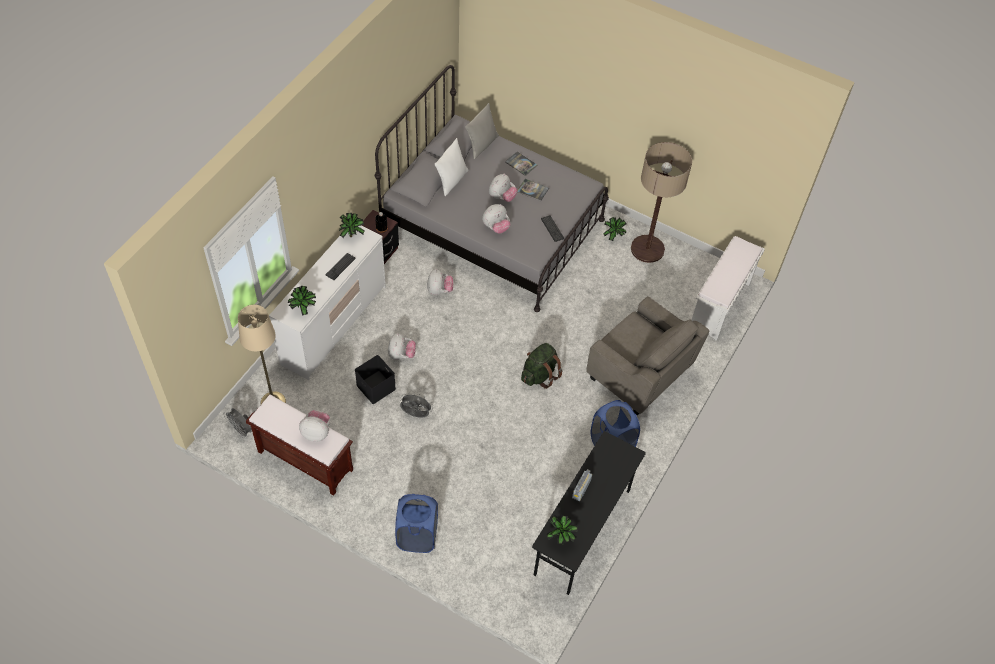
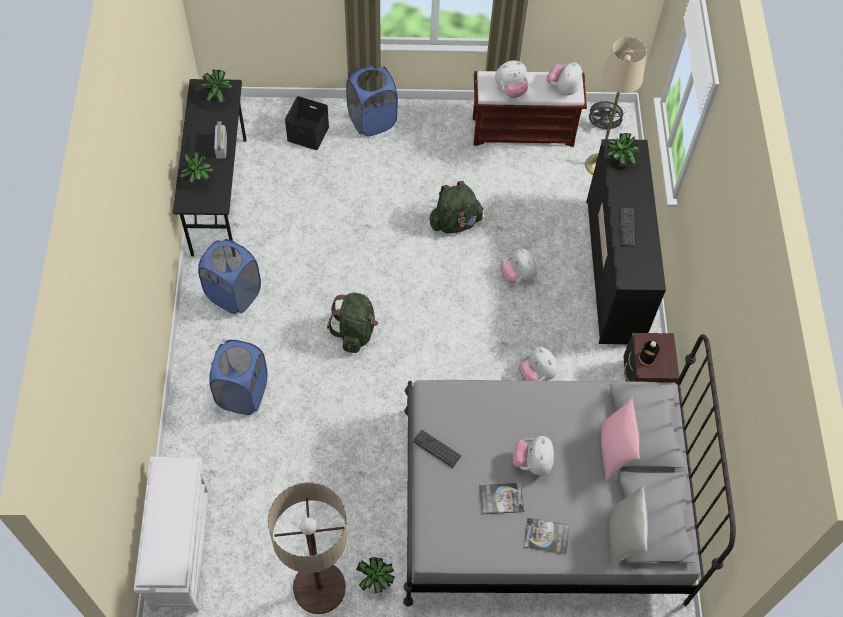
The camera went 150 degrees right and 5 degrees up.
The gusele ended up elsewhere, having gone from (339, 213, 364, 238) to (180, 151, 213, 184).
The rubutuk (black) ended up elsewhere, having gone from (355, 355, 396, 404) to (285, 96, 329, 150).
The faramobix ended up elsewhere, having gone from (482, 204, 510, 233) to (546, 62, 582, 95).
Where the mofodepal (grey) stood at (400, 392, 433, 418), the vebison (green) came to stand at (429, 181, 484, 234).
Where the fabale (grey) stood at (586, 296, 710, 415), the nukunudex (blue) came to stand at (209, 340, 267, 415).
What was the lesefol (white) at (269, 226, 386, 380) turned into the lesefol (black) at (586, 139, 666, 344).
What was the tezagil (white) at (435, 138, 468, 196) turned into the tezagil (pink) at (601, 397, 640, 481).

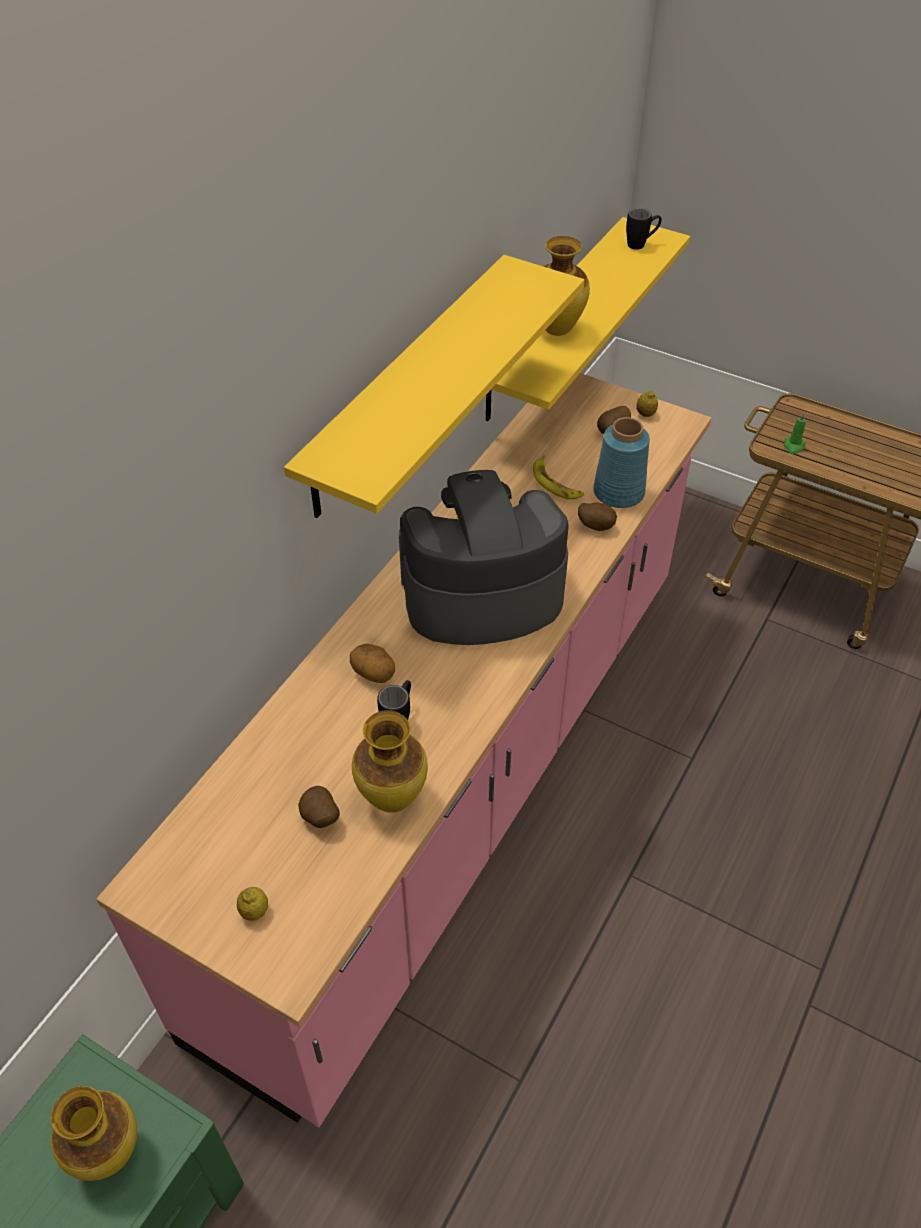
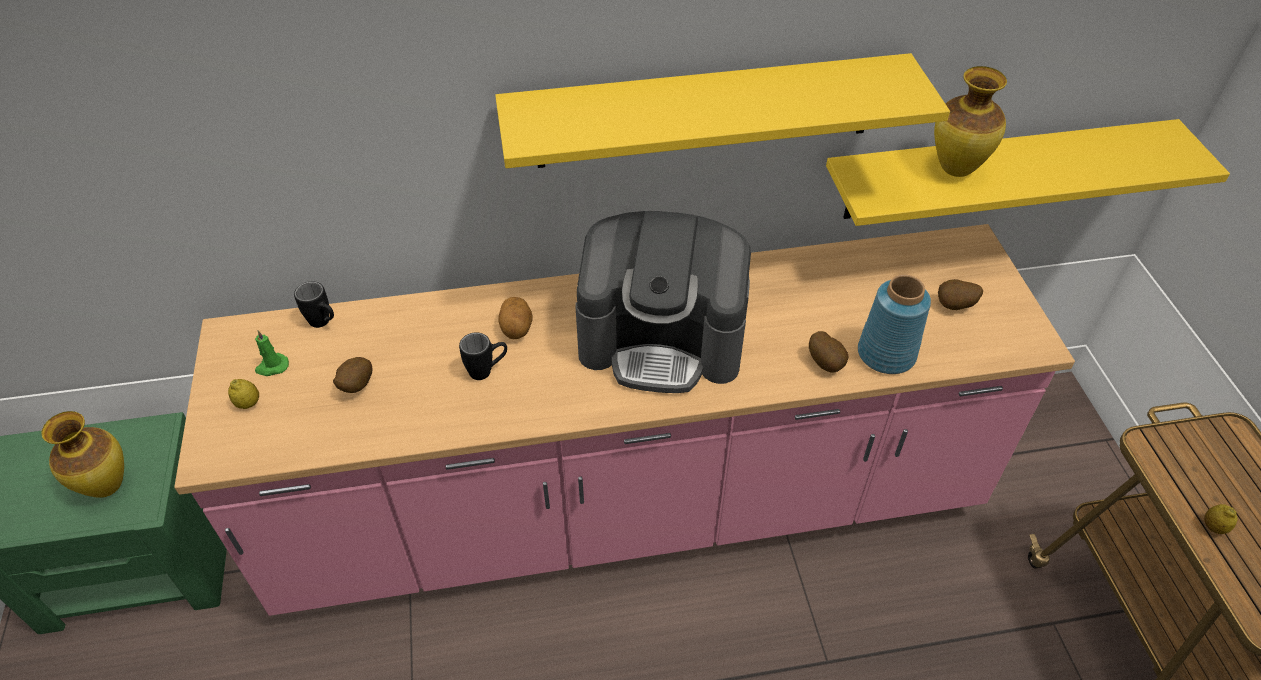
The camera went 50 degrees right and 0 degrees up.
The second view lost the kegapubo at (352, 710, 428, 813).
The second view lost the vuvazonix at (533, 455, 584, 499).
The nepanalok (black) ended up elsewhere, having gone from (626, 208, 662, 250) to (294, 281, 334, 328).
The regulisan ended up elsewhere, having gone from (636, 391, 658, 417) to (1204, 504, 1238, 534).
The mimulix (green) ended up elsewhere, having gone from (784, 413, 806, 454) to (255, 330, 289, 376).
The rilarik at (399, 470, 569, 645) ended up facing another way, 150 degrees clockwise from before.

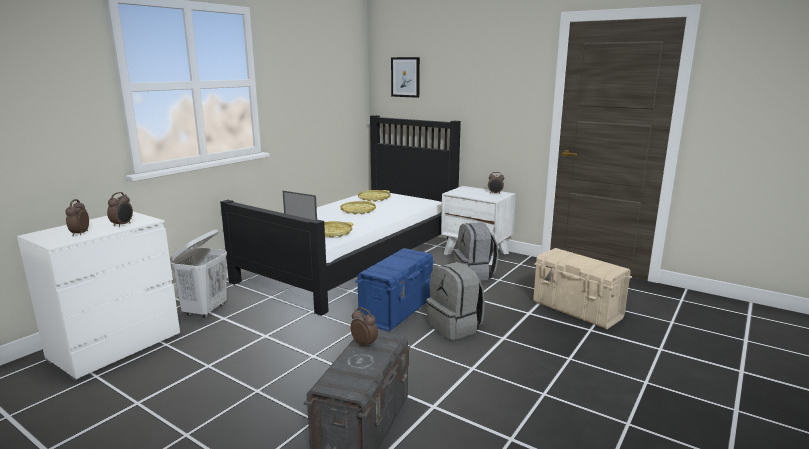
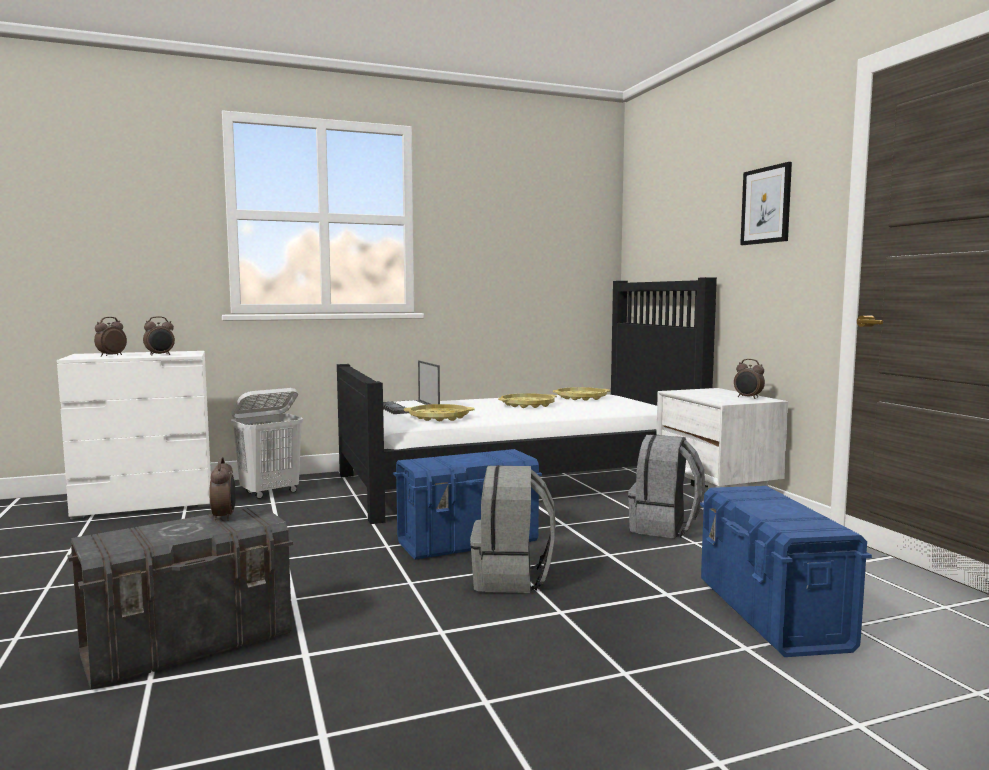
The camera went 35 degrees right and 10 degrees down.
The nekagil ended up elsewhere, having gone from (391, 57, 420, 98) to (740, 162, 792, 245).
What was the rubutuk (beige) at (533, 248, 632, 329) turned into the rubutuk (blue) at (700, 486, 872, 657).

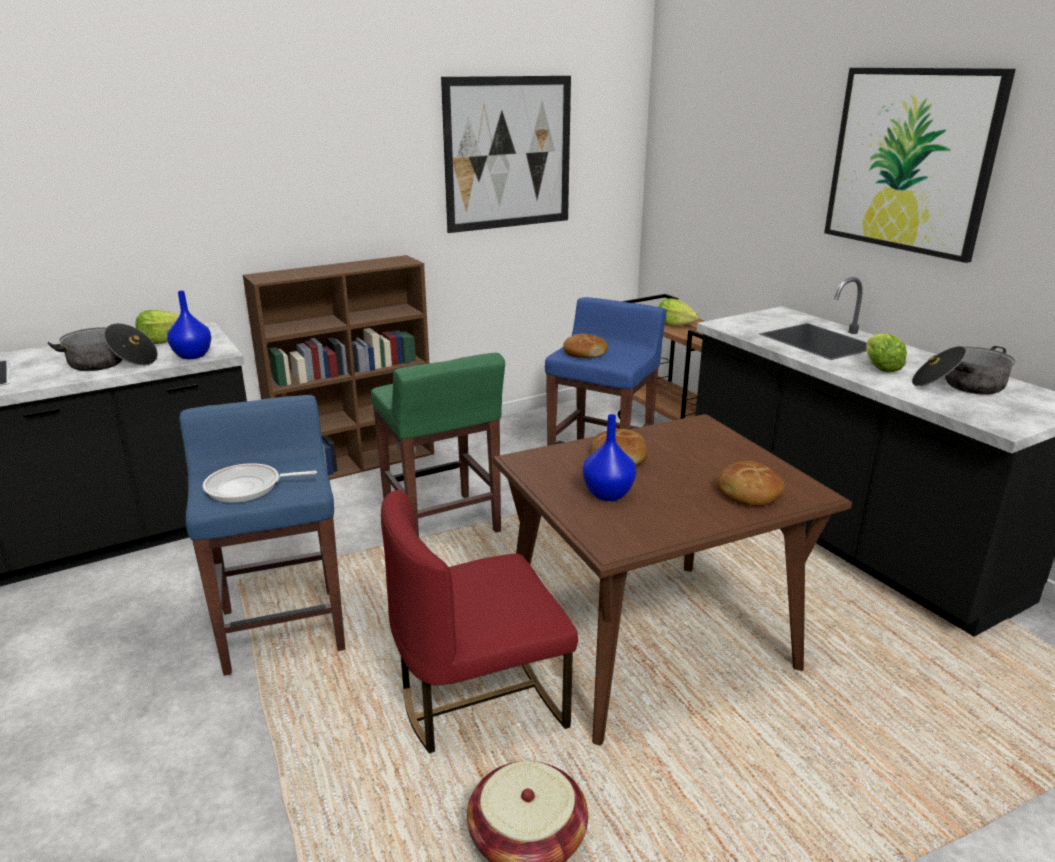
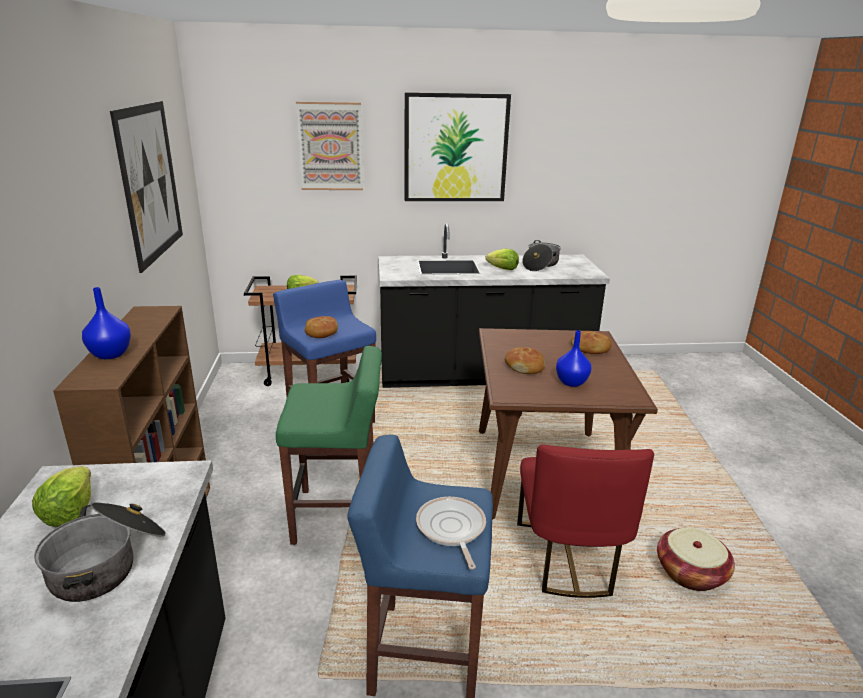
The camera went 65 degrees left and 0 degrees up.
The second view gained the nekagil at (296, 102, 363, 190).
The kegapubo (blue) ended up elsewhere, having gone from (167, 291, 211, 359) to (82, 287, 131, 359).
The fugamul at (202, 463, 317, 503) ended up facing another way, 150 degrees clockwise from before.

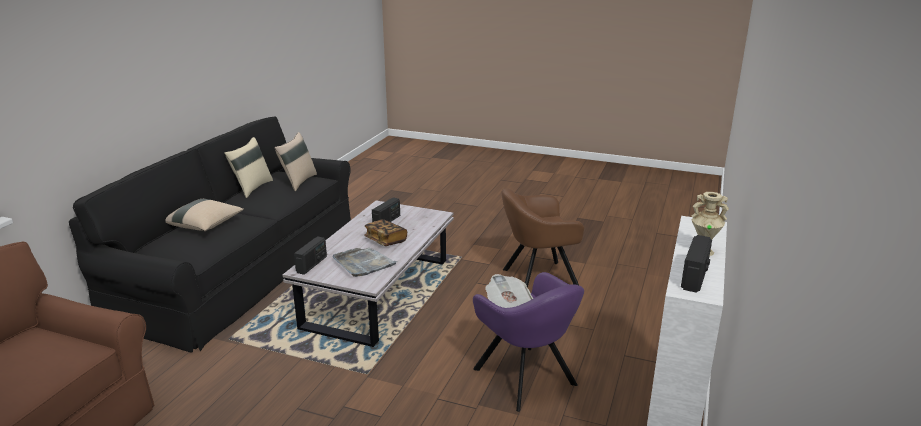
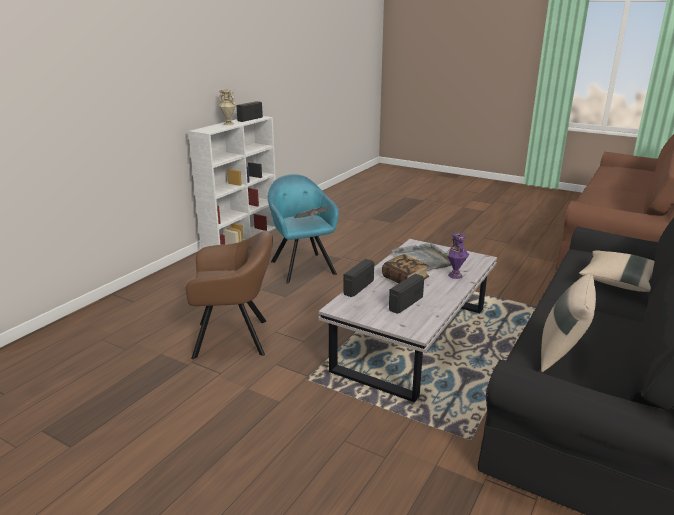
The camera went 170 degrees left and 0 degrees up.
The second view lost the tezagil (beige) at (224, 137, 273, 198).
The second view gained the kegapubo (purple) at (446, 233, 469, 279).
The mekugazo ended up elsewhere, having gone from (294, 236, 327, 275) to (343, 259, 374, 297).
What was the fabale (purple) at (473, 272, 584, 412) turned into the fabale (turquoise) at (268, 174, 339, 283).

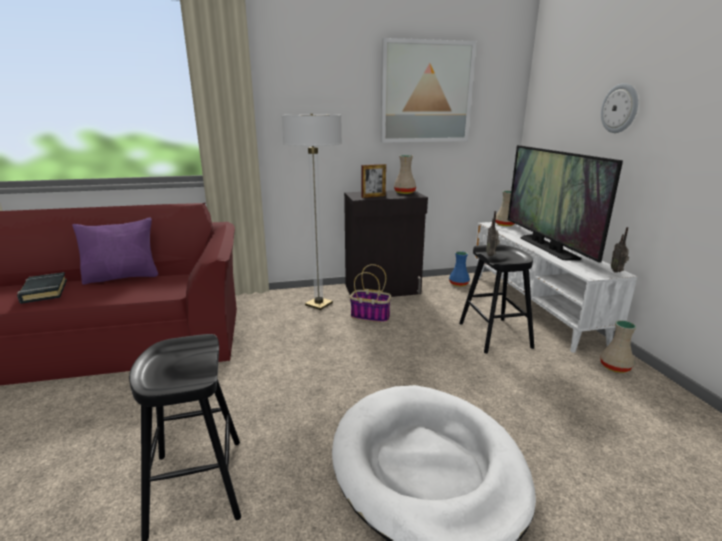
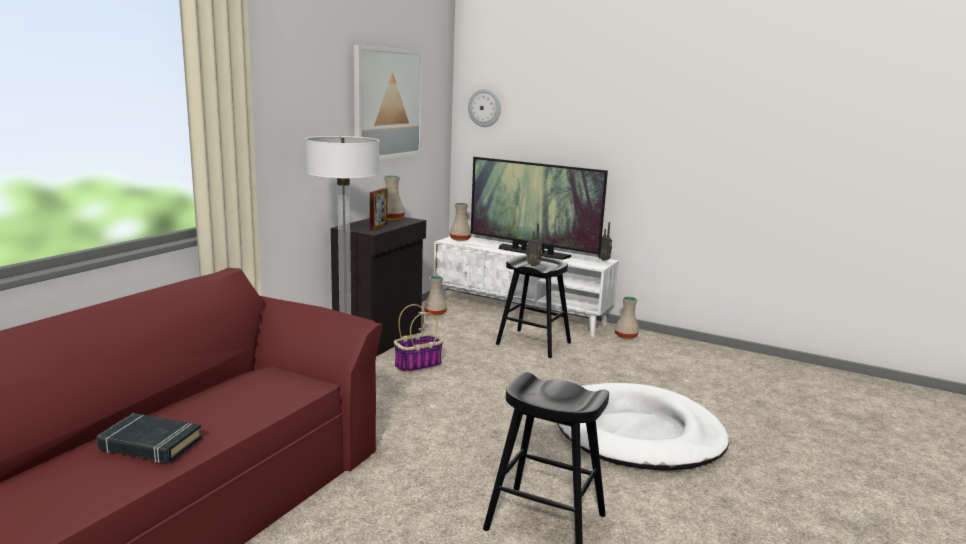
The camera went 50 degrees left and 5 degrees down.
The second view lost the tezagil (purple) at (72, 218, 158, 285).
The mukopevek ended up elsewhere, having gone from (601, 83, 638, 133) to (468, 89, 501, 127).
What was the kegapubo (blue) at (449, 251, 470, 287) turned into the kegapubo (beige) at (424, 276, 447, 316).

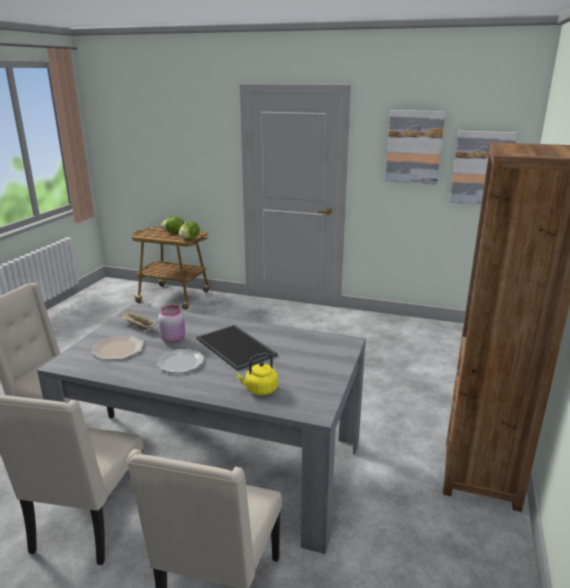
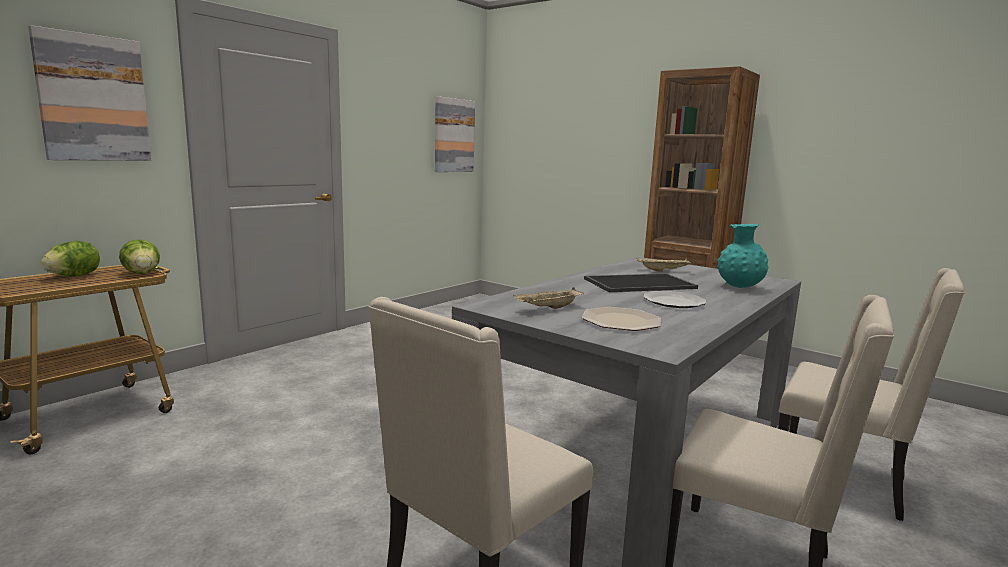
The camera went 70 degrees left and 10 degrees down.
The second view lost the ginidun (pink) at (158, 305, 185, 343).
The second view gained the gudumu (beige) at (636, 258, 694, 272).
The nekagil ended up elsewhere, having gone from (385, 110, 446, 185) to (28, 25, 151, 161).
Where the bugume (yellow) stood at (236, 353, 278, 395), the kegapubo (turquoise) came to stand at (717, 224, 769, 288).

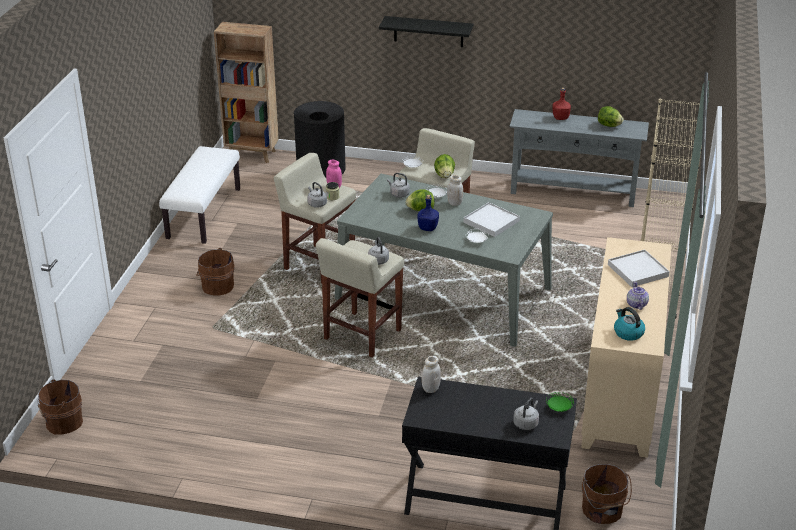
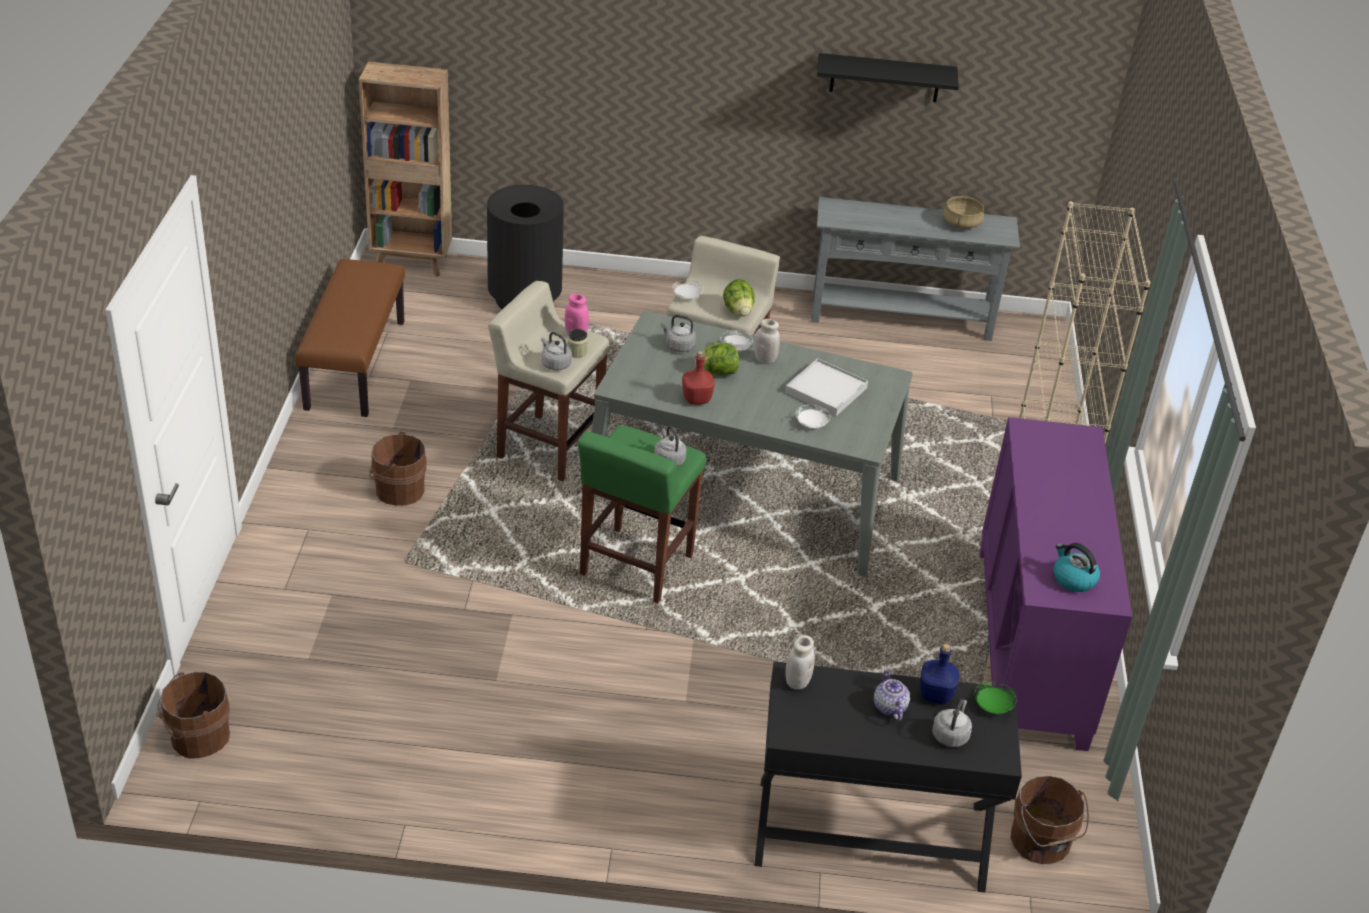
The camera went 10 degrees left and 5 degrees up.
The second view lost the gudumu (white) at (608, 250, 670, 287).
The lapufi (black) ended up elsewhere, having gone from (379, 16, 473, 47) to (817, 53, 959, 102).
The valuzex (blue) ended up elsewhere, having gone from (417, 195, 439, 231) to (920, 644, 959, 704).
The valuzex (red) ended up elsewhere, having gone from (553, 88, 571, 120) to (682, 351, 715, 405).
The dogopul ended up elsewhere, having gone from (627, 281, 649, 310) to (874, 668, 910, 721).
Where the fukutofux stood at (598, 106, 624, 127), the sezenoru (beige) came to stand at (943, 196, 984, 229).
What was the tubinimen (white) at (159, 146, 240, 244) turned into the tubinimen (brown) at (295, 259, 405, 417).
What was the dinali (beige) at (316, 238, 404, 358) turned into the dinali (green) at (578, 425, 706, 603).
What was the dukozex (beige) at (581, 237, 672, 458) turned into the dukozex (purple) at (980, 417, 1132, 751).

